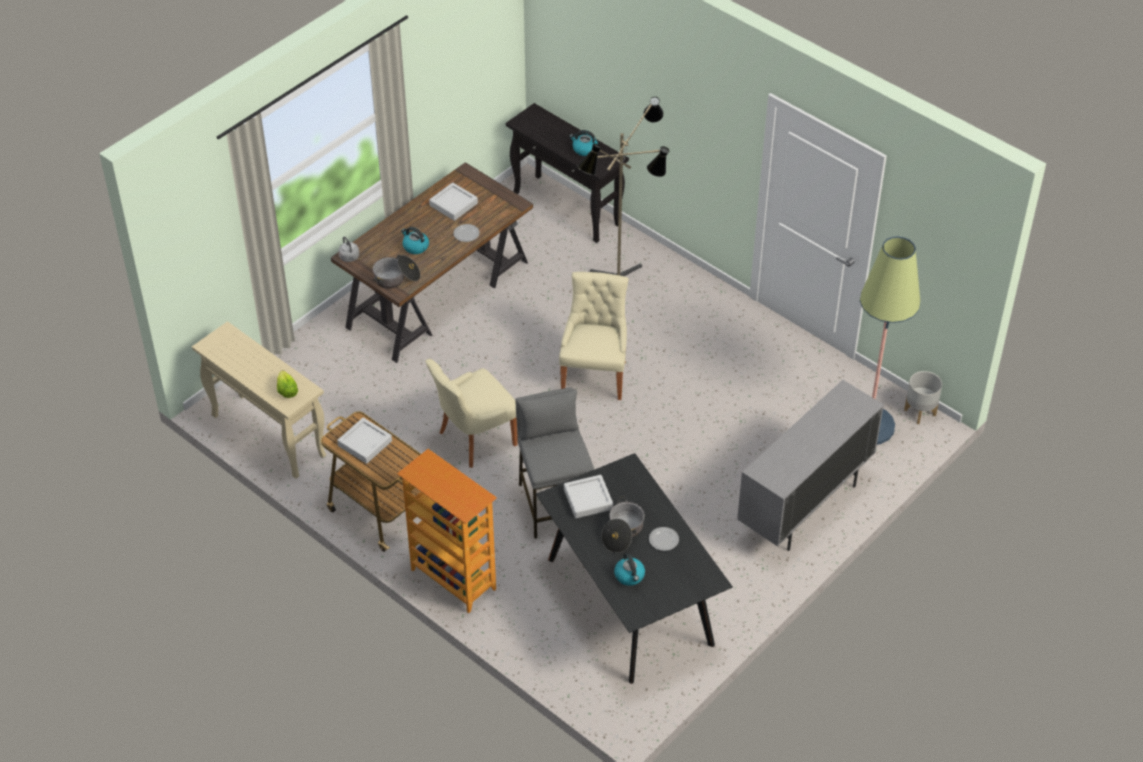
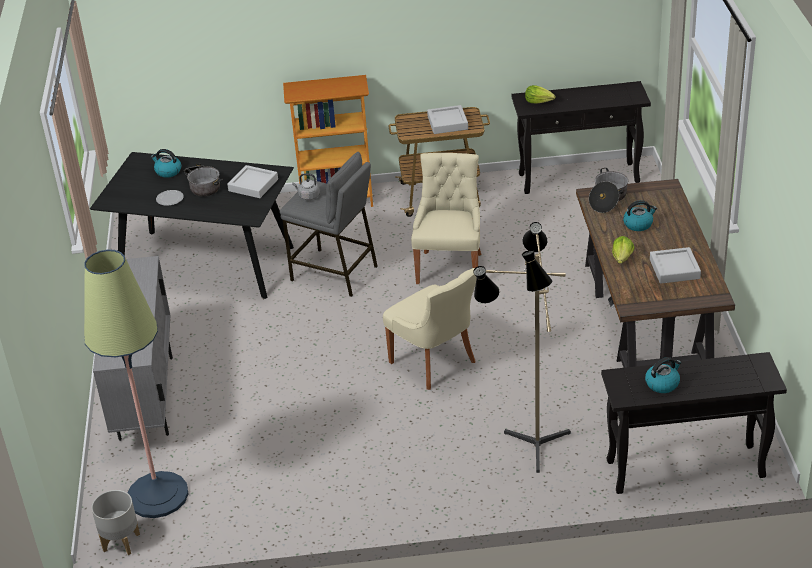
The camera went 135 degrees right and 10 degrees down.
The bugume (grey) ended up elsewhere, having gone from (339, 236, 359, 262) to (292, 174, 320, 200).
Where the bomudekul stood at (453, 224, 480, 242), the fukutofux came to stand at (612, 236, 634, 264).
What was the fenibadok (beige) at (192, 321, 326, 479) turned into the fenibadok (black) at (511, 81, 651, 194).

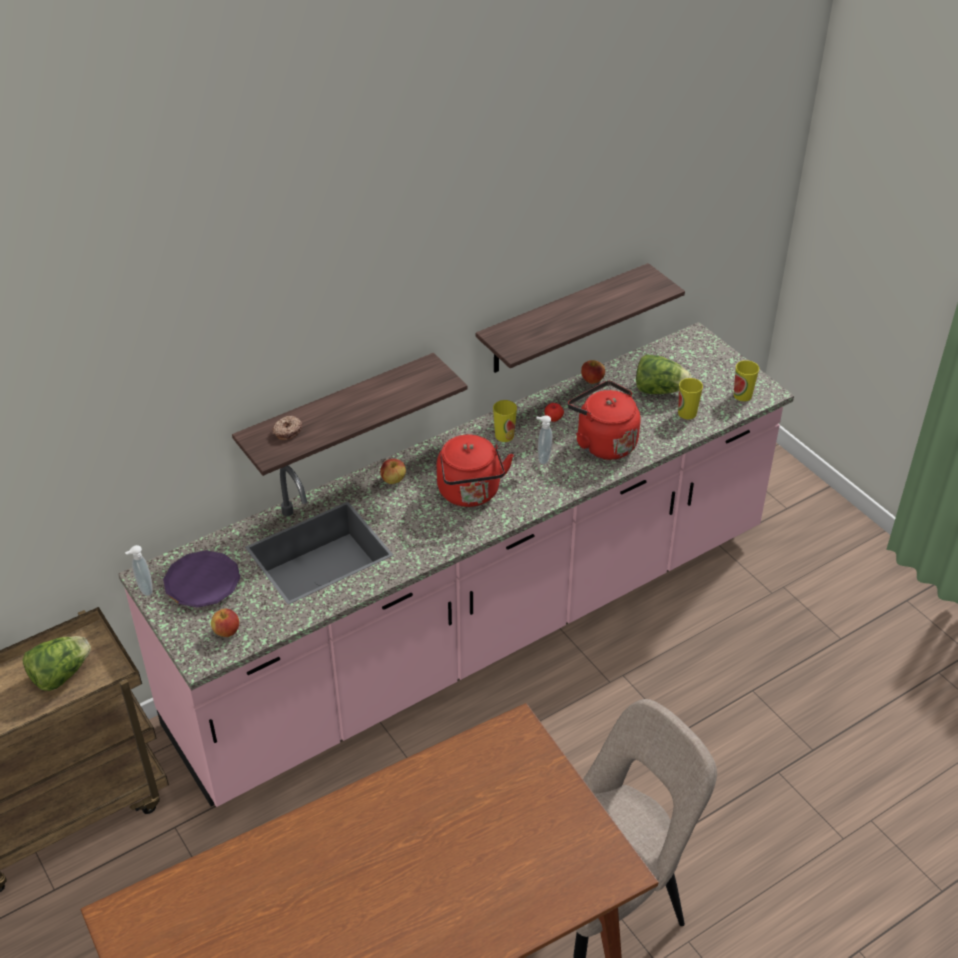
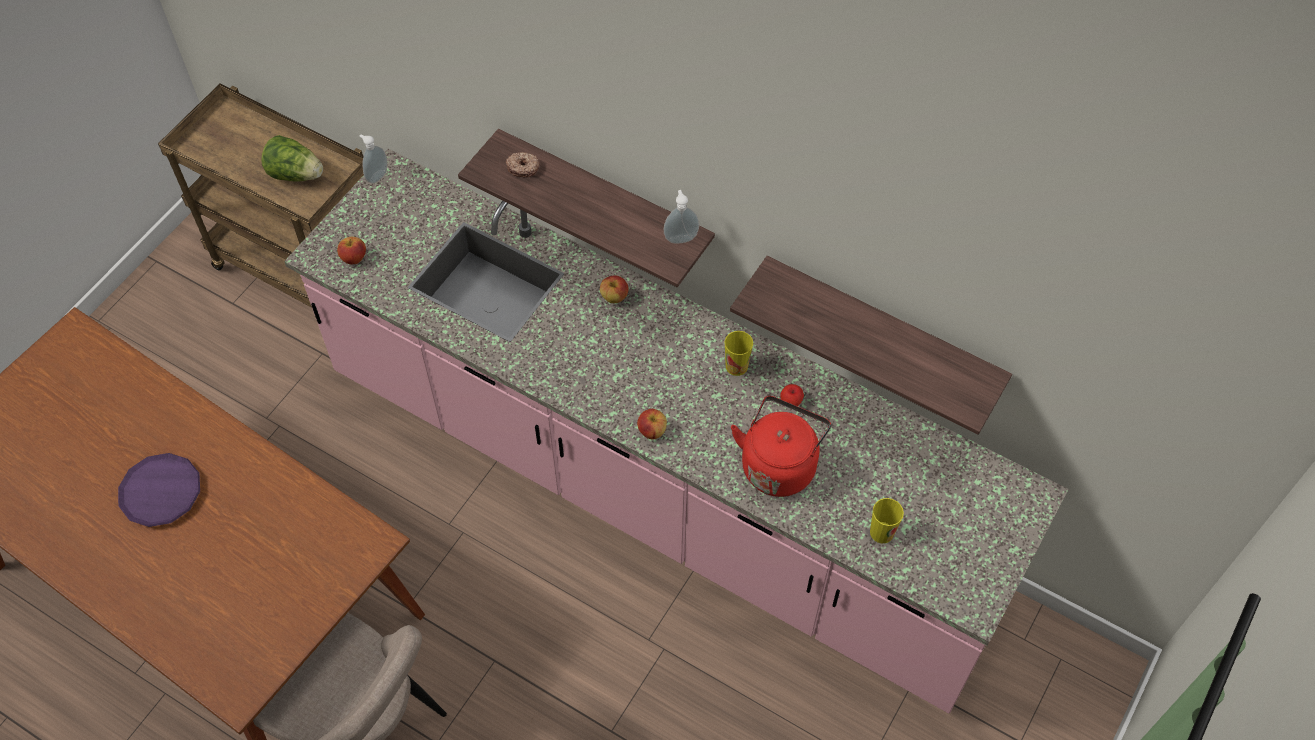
The camera went 65 degrees right and 15 degrees up.
The second view lost the bugume (red) at (437, 435, 514, 507).
The second view lost the fukutofux at (636, 354, 692, 394).
The second view lost the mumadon at (734, 360, 759, 401).
The bomudekul (purple) ended up elsewhere, having gone from (163, 550, 240, 608) to (118, 453, 200, 527).
The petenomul ended up elsewhere, having gone from (536, 416, 552, 464) to (664, 190, 699, 244).
The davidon ended up elsewhere, having gone from (581, 360, 605, 384) to (637, 409, 667, 439).

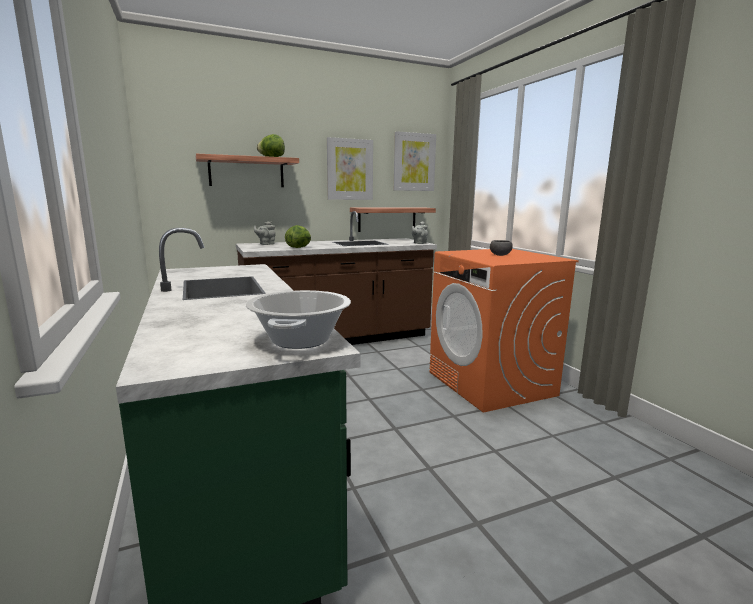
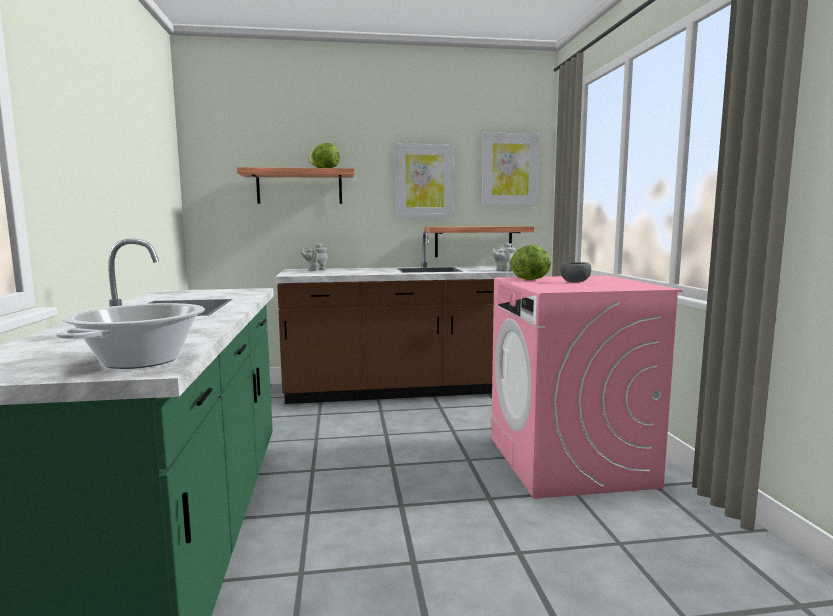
The camera went 15 degrees right and 5 degrees down.
The fukutofux ended up elsewhere, having gone from (285, 225, 311, 248) to (511, 245, 551, 280).
What was the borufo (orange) at (429, 249, 579, 412) turned into the borufo (pink) at (491, 275, 683, 499).

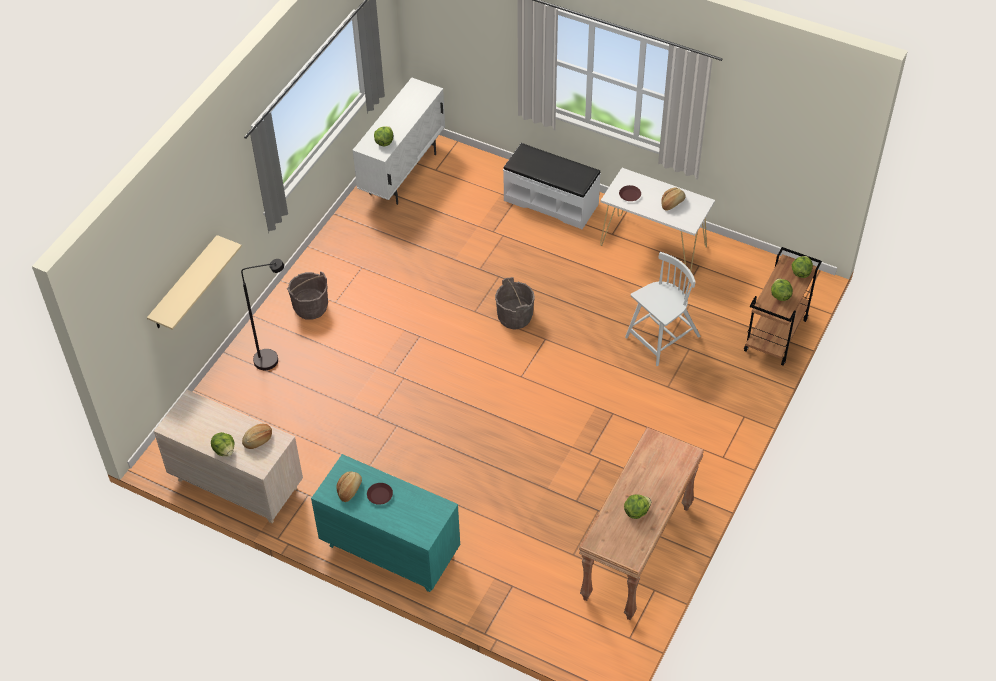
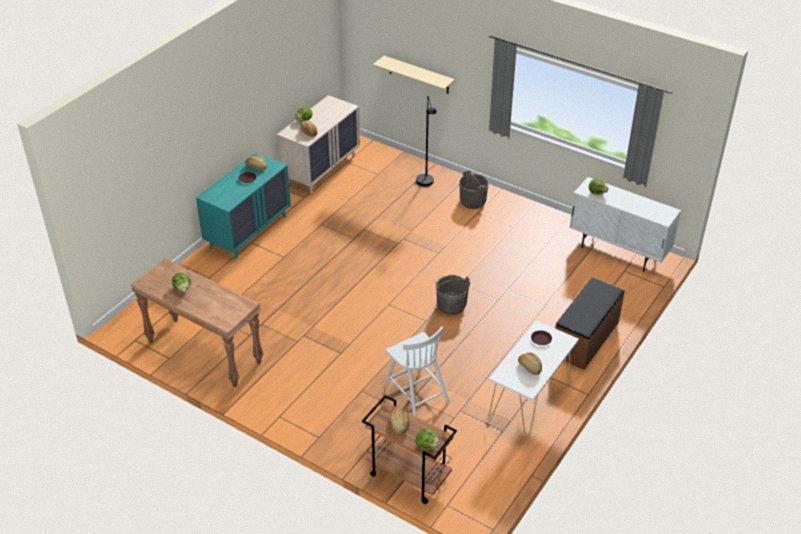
The camera went 95 degrees right and 10 degrees down.
Where the fukutofux stood at (771, 278, 793, 301), the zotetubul came to stand at (390, 408, 410, 434).
What was the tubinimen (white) at (503, 143, 601, 229) turned into the tubinimen (brown) at (555, 277, 625, 370).

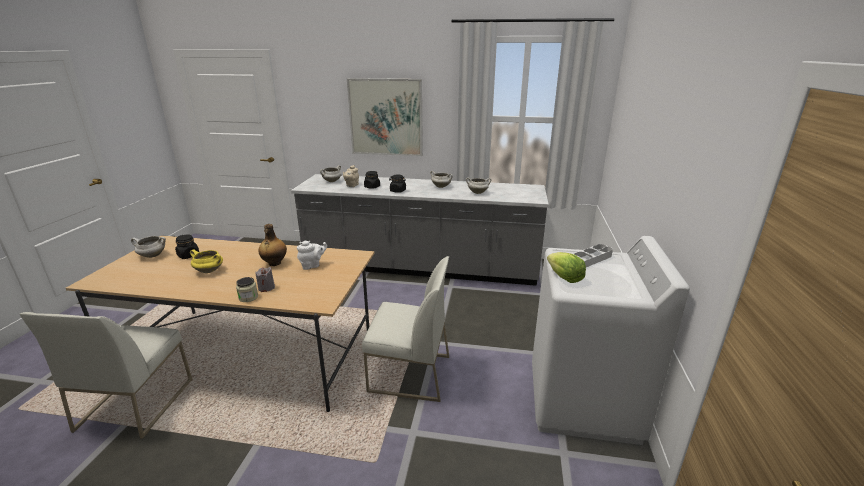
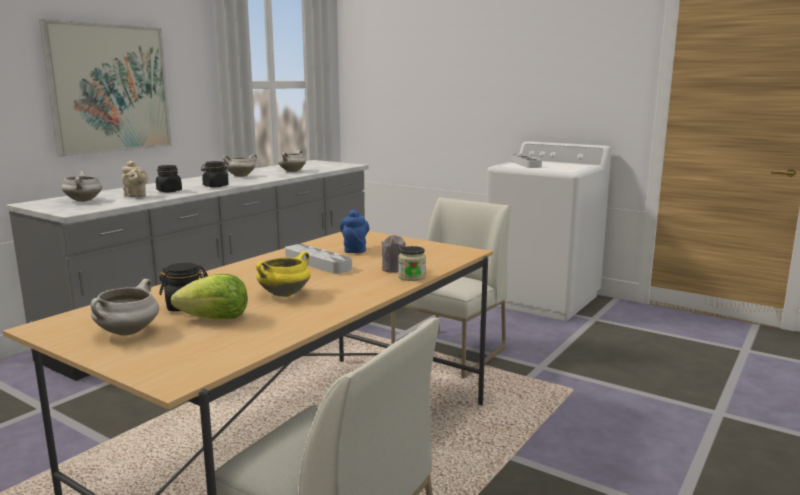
The camera went 65 degrees left and 10 degrees down.
The fukutofux ended up elsewhere, having gone from (547, 252, 586, 283) to (171, 274, 248, 319).
Where the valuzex stood at (258, 224, 287, 266), the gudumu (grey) came to stand at (285, 244, 352, 274).
What was the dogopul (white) at (297, 241, 327, 270) turned into the dogopul (blue) at (340, 210, 369, 253).

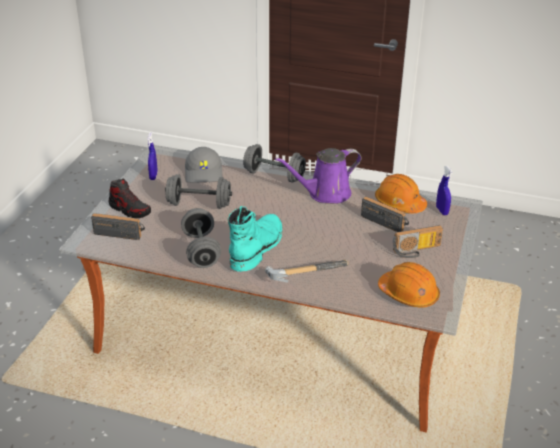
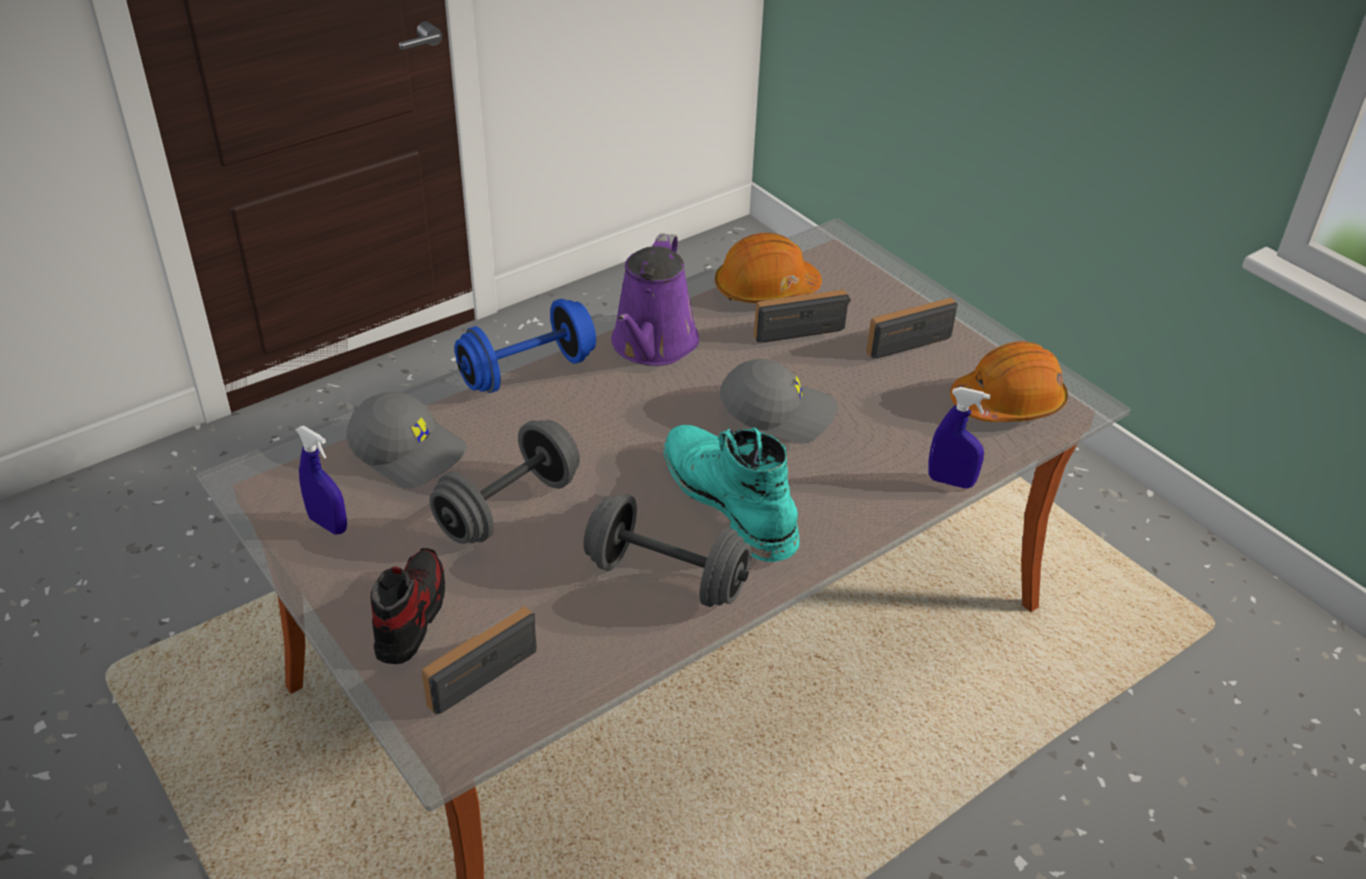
The camera went 55 degrees left and 5 degrees up.
The second view lost the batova at (265, 260, 349, 283).
The second view gained the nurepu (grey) at (720, 359, 838, 444).
The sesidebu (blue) ended up elsewhere, having gone from (436, 166, 453, 215) to (928, 387, 990, 489).
What was the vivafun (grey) at (243, 144, 306, 182) turned into the vivafun (blue) at (455, 299, 596, 393).
The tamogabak at (109, 178, 151, 218) ended up facing another way, 60 degrees counterclockwise from before.
The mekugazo at (393, 225, 443, 258) ended up facing another way, 135 degrees counterclockwise from before.

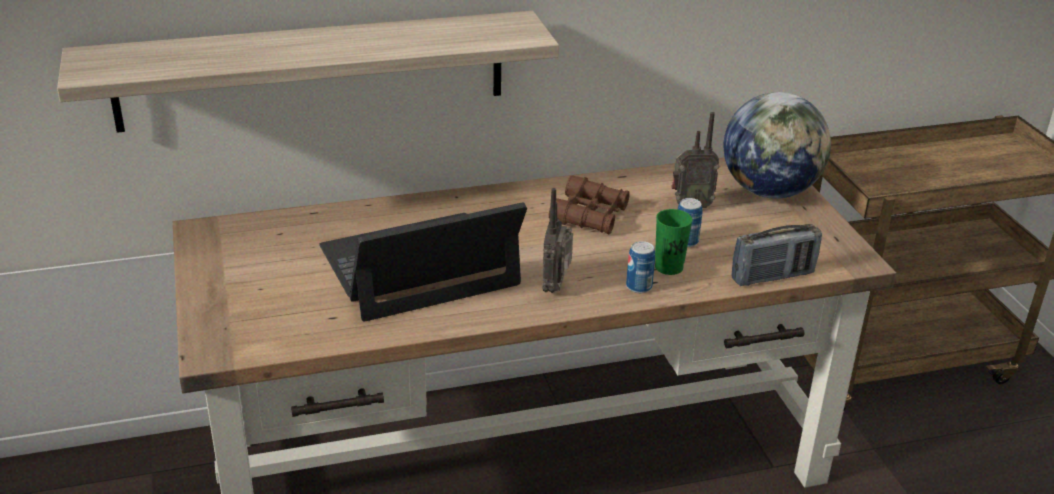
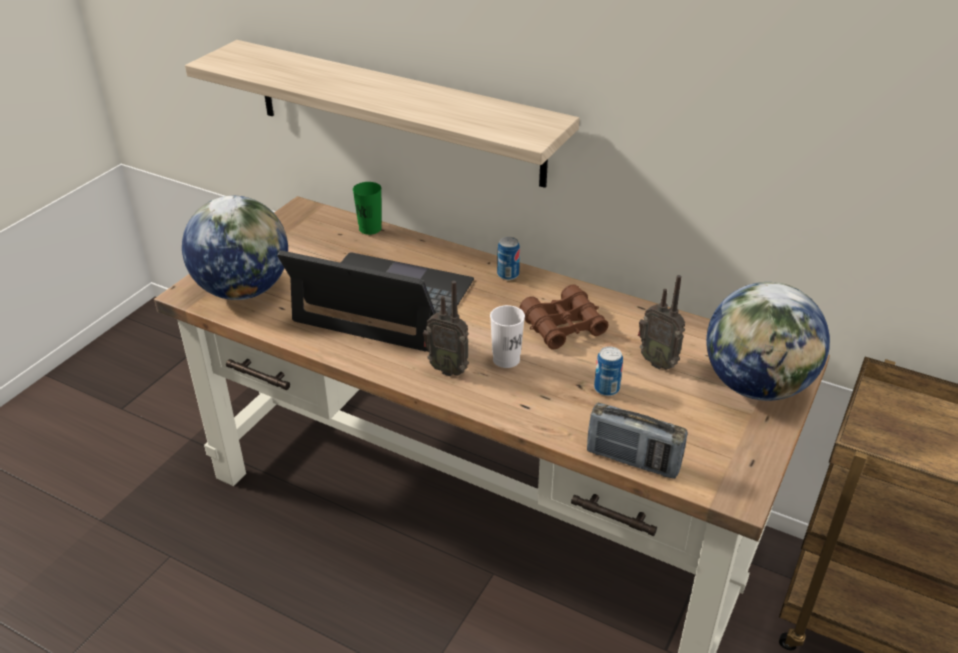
The camera went 45 degrees right and 5 degrees up.
The second view gained the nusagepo at (182, 196, 288, 300).
The second view gained the mumadon (white) at (490, 305, 525, 368).
The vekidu ended up elsewhere, having gone from (626, 241, 655, 293) to (497, 237, 520, 280).
The mumadon (green) ended up elsewhere, having gone from (655, 209, 692, 275) to (353, 182, 382, 235).
The mekugazo at (542, 188, 573, 293) ended up facing another way, 120 degrees counterclockwise from before.

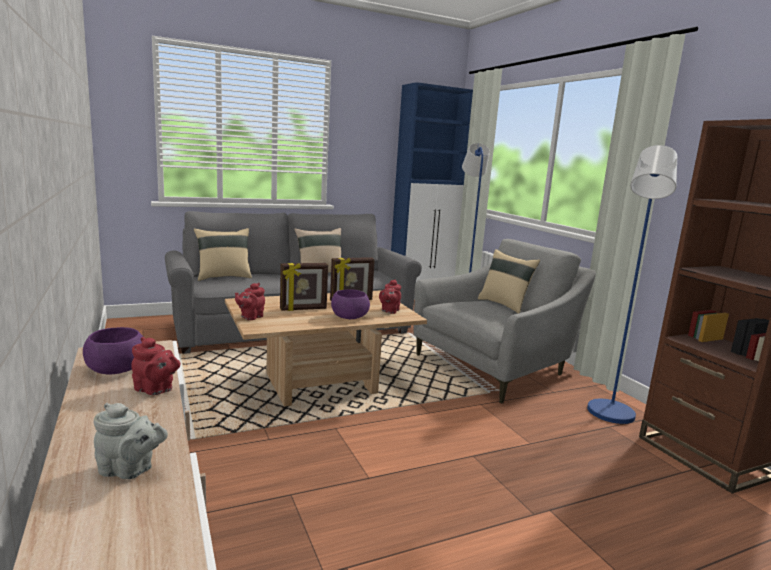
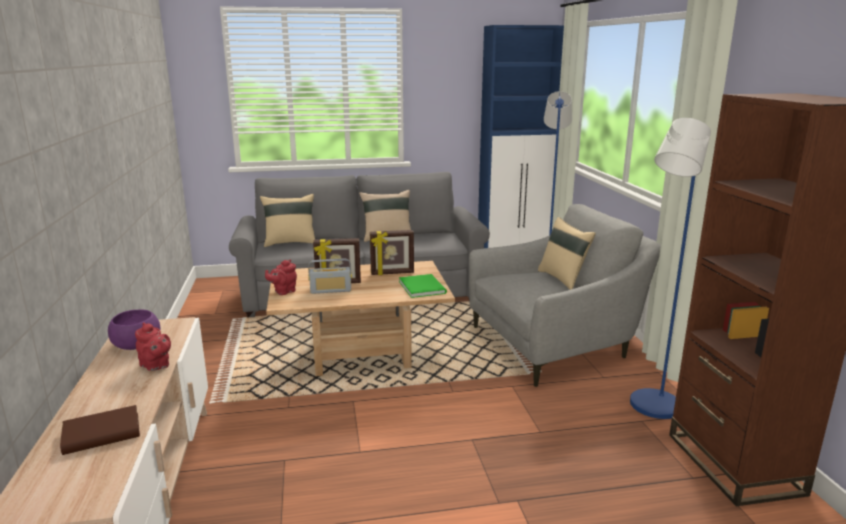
The camera went 15 degrees right and 5 degrees up.
The second view lost the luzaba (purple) at (331, 289, 370, 319).
The second view gained the mekugazo at (308, 258, 352, 294).
Where the dogopul (grey) stood at (93, 403, 168, 479), the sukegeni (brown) came to stand at (60, 405, 140, 455).
Where the dogopul (red) stood at (379, 279, 401, 314), the sukegeni (green) came to stand at (399, 274, 447, 298).

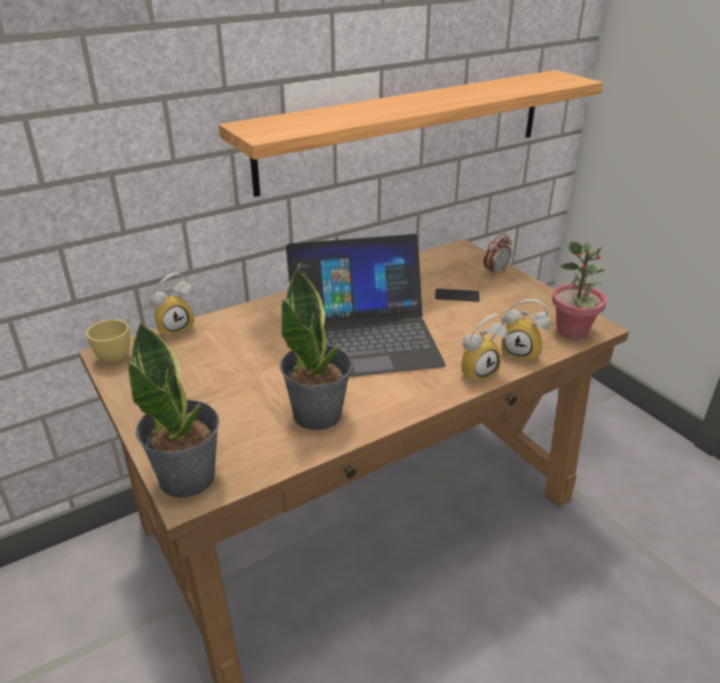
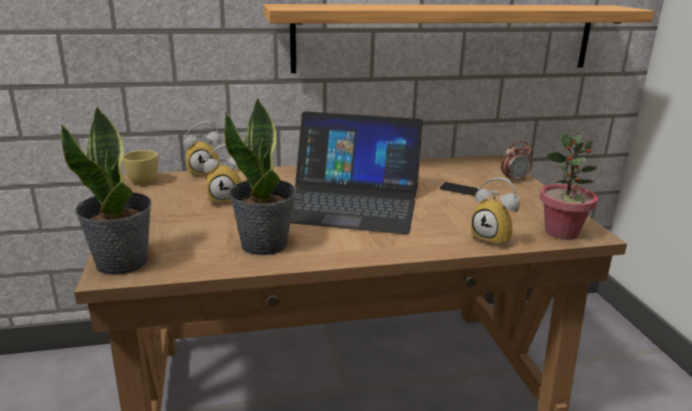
The camera went 20 degrees right and 10 degrees down.
The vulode ended up elsewhere, having gone from (460, 314, 507, 384) to (204, 144, 242, 205).

